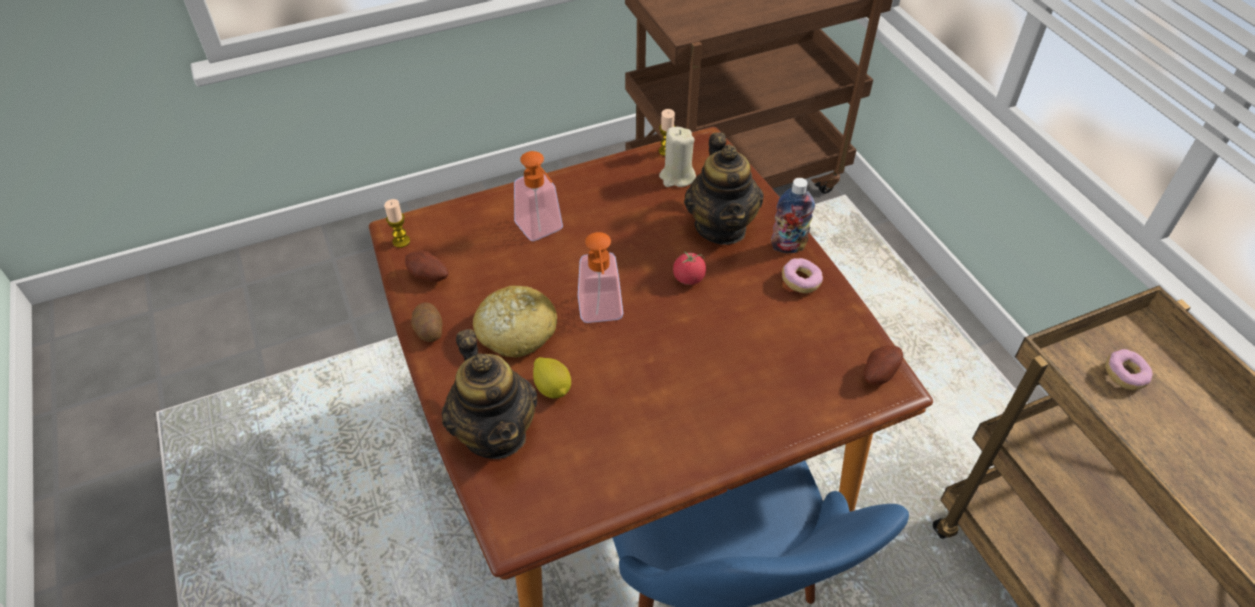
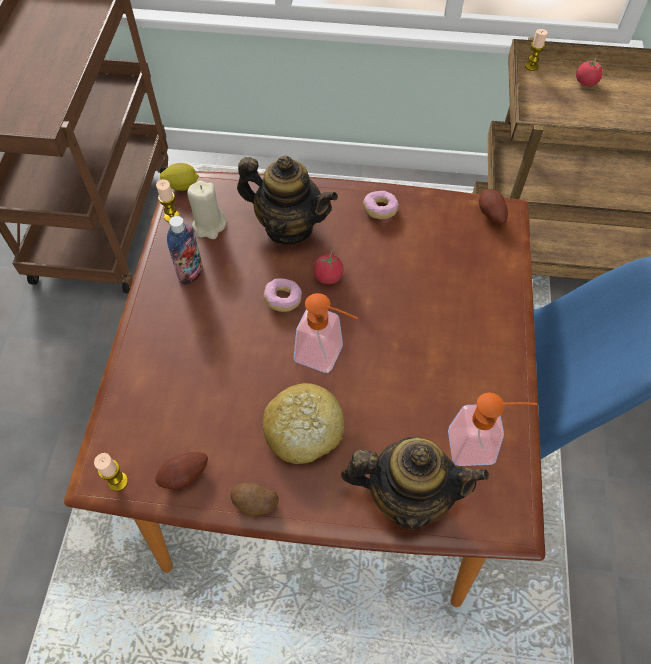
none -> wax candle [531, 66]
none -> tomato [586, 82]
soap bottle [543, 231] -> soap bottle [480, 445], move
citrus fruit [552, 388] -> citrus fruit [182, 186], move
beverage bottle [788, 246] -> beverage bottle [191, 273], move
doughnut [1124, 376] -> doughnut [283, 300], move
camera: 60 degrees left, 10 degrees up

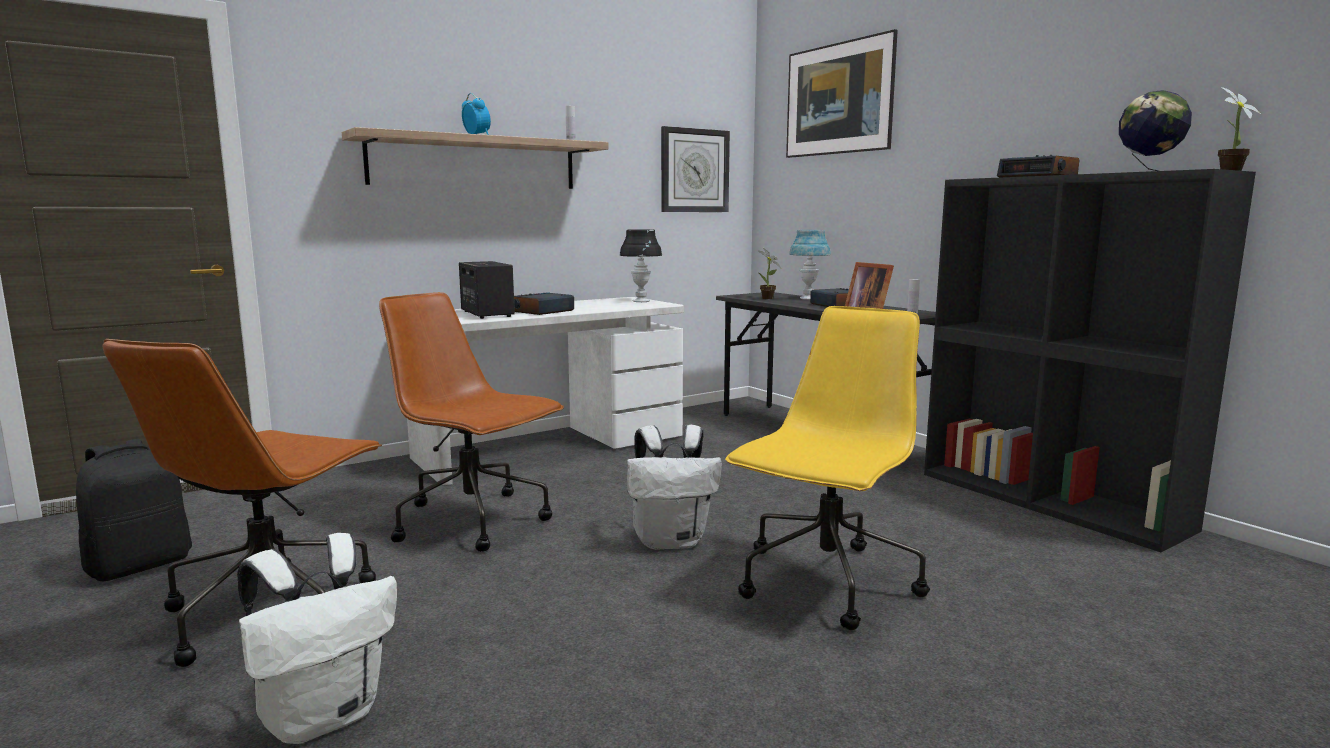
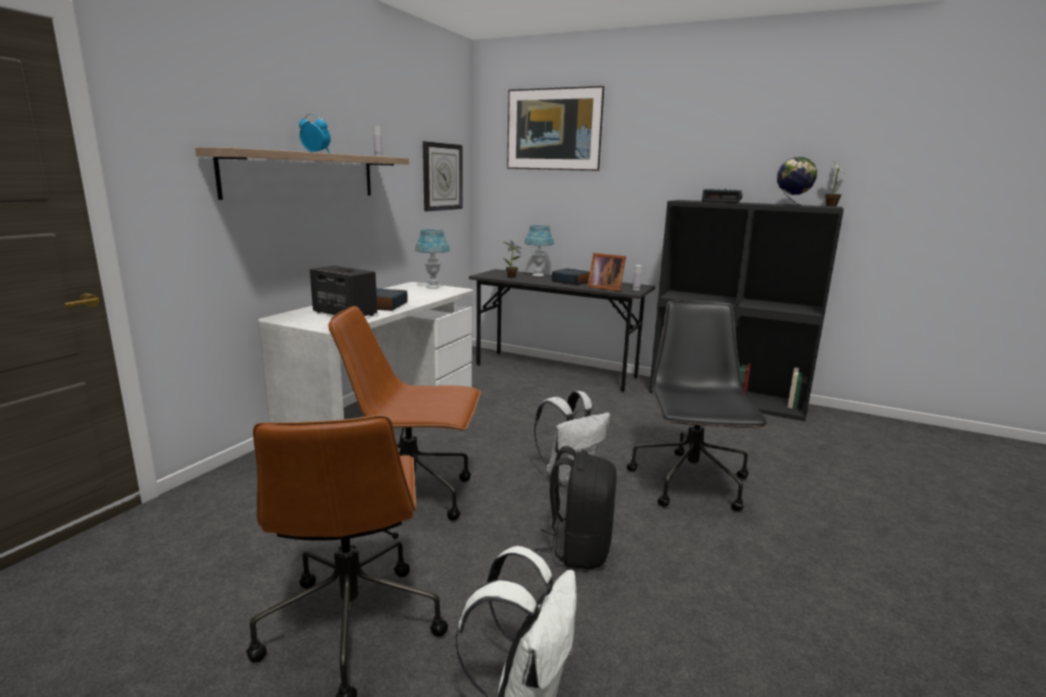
backpack/black-coloured [140, 565] -> backpack/black-coloured [579, 548], move
tabletop lamp/black-coloured [641, 301] -> tabletop lamp/blue-coloured [433, 287]
office chair/yellow-coloured [826, 584] -> office chair/black-coloured [690, 483]
camera: 30 degrees left, 5 degrees up

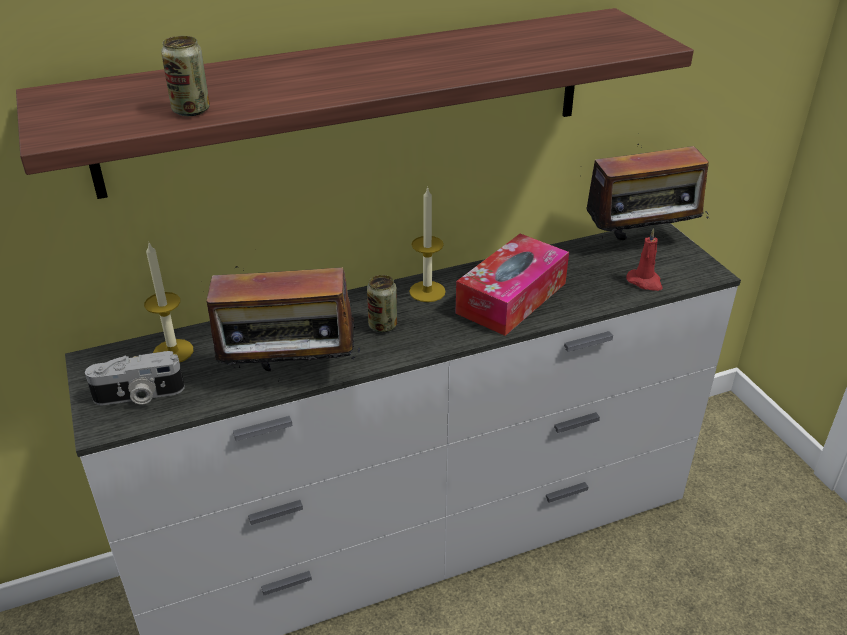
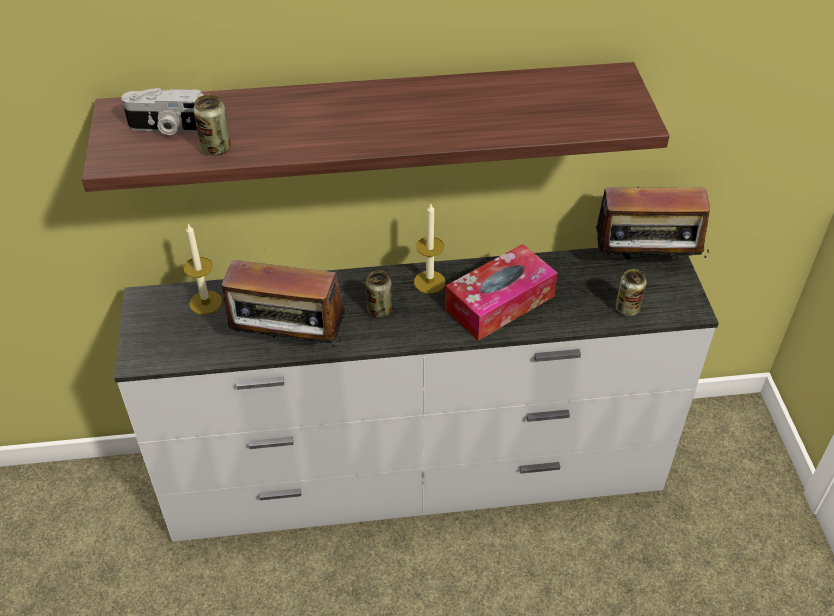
photo camera [139, 396] -> photo camera [168, 128], move
wax candle/red [645, 282] -> metal can [627, 309]
camera: 15 degrees right, 10 degrees up

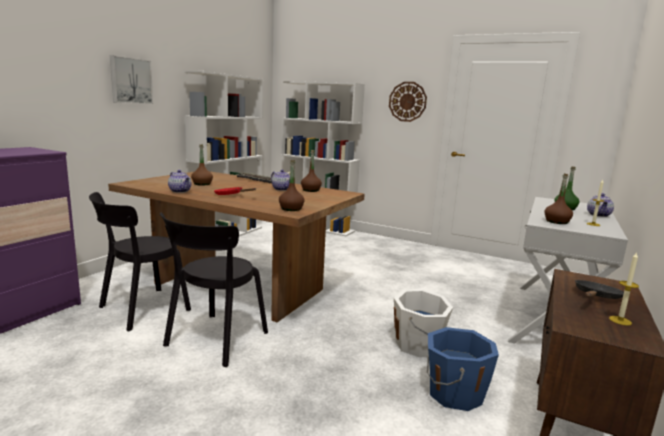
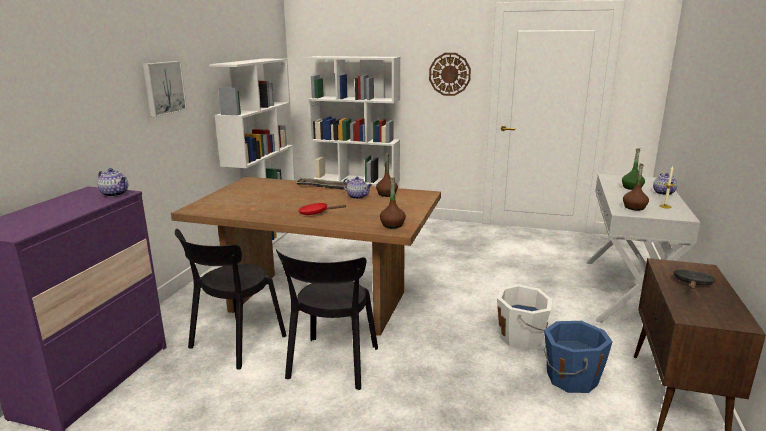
beverage bottle/brown [202, 184] -> none
wax candle [620, 320] -> none
tea pot [180, 191] -> tea pot [115, 194], move
camera: 10 degrees left, 5 degrees up

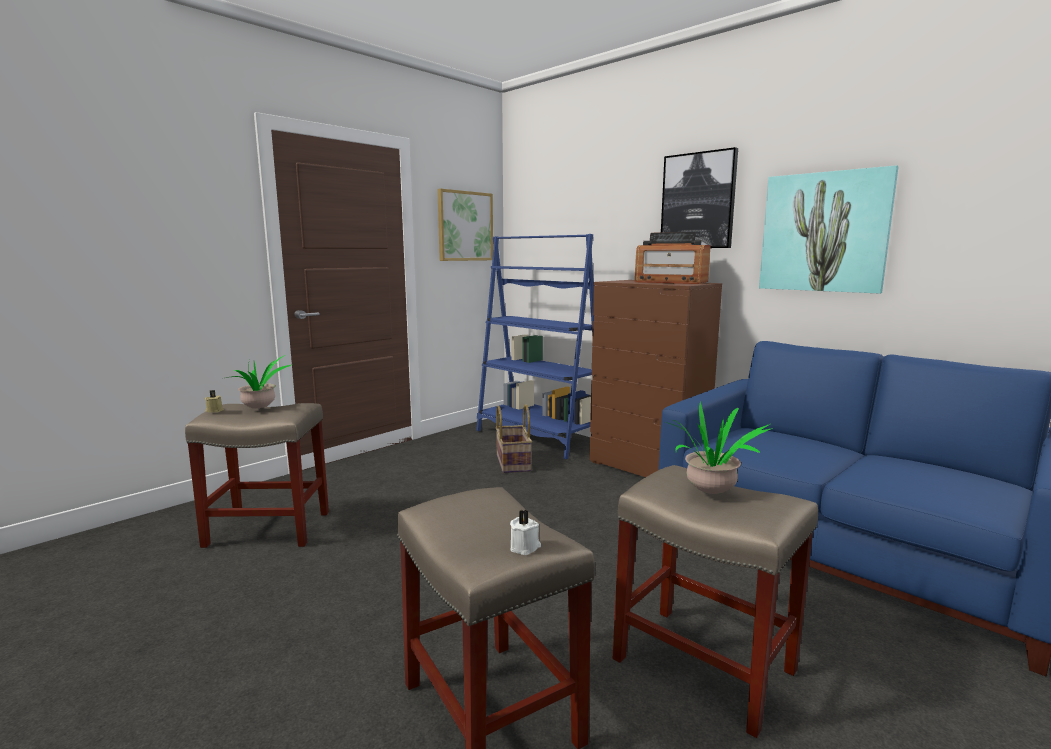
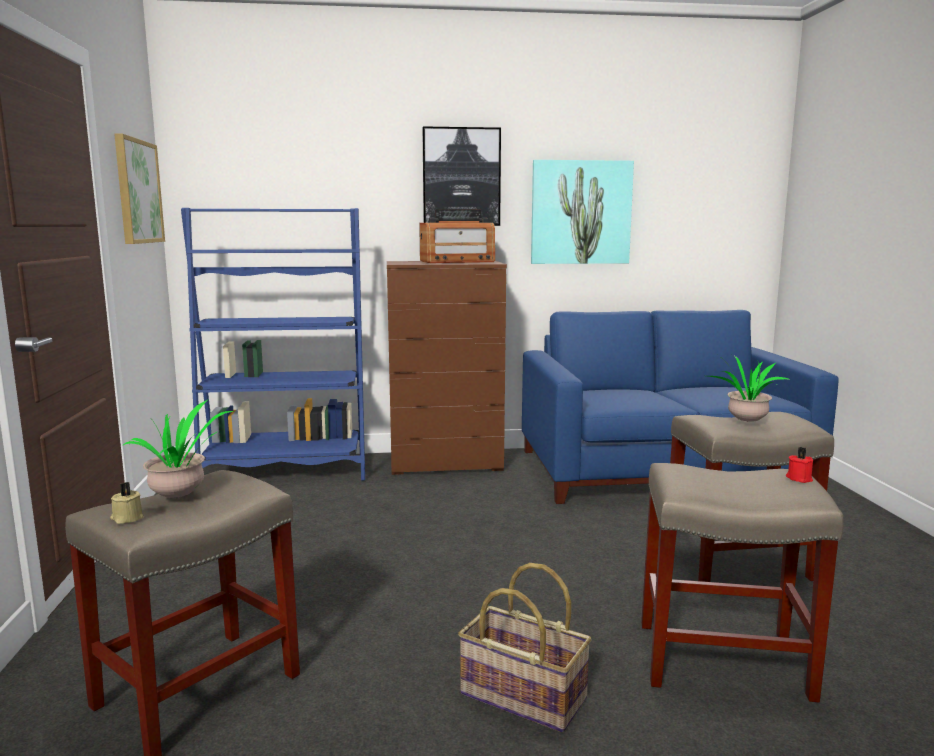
household basket [512, 463] -> household basket [521, 697], move
wax candle/whitish [525, 547] -> wax candle/red [799, 478]
camera: 50 degrees left, 0 degrees up

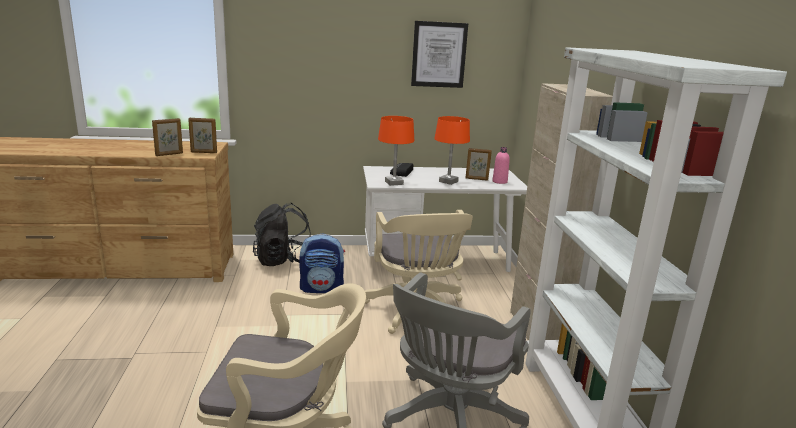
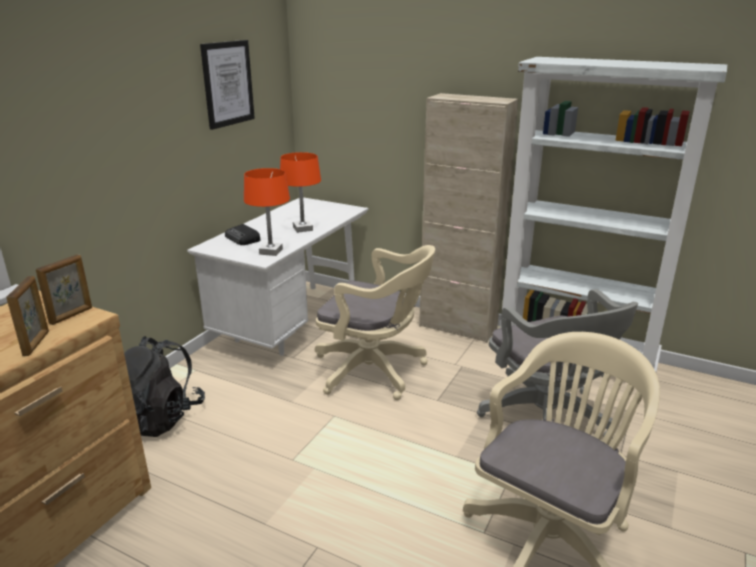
backpack [322, 288] -> none
photo frame [476, 179] -> none
beverage bottle/pinkish [499, 181] -> none
camera: 55 degrees left, 5 degrees up

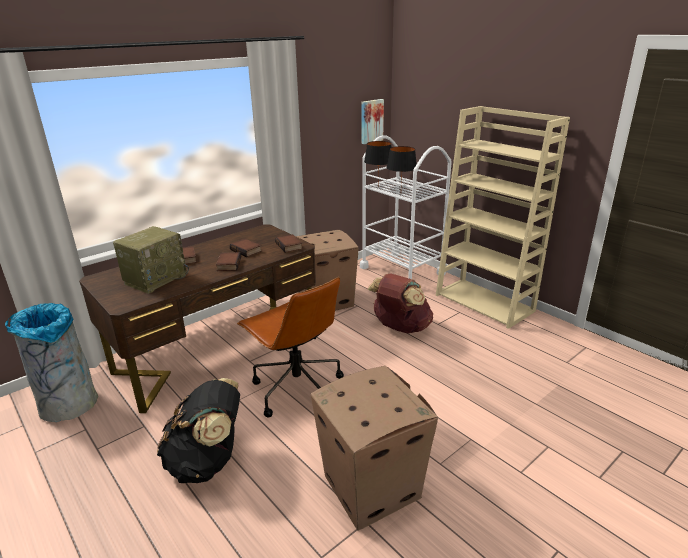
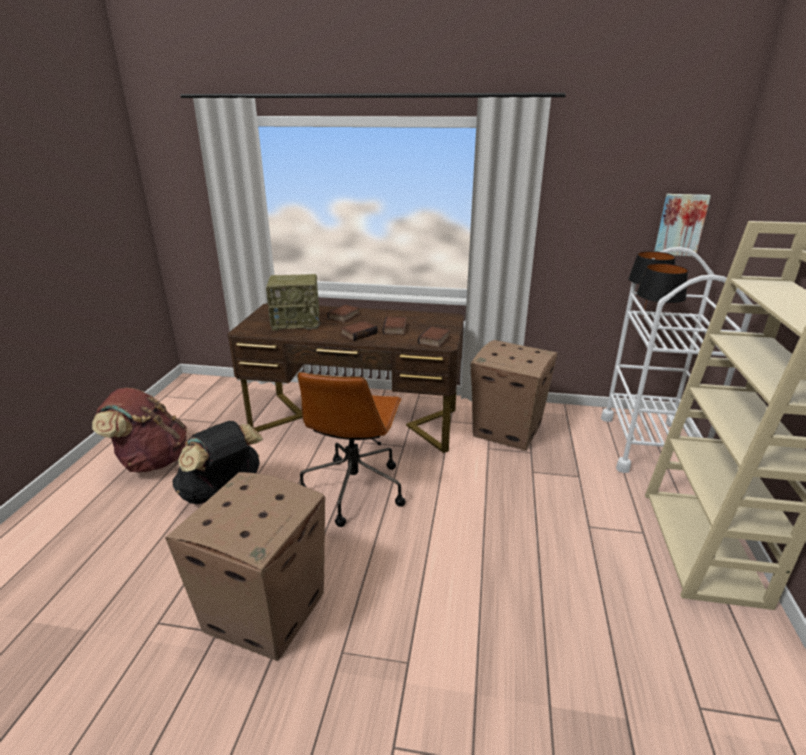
rubbish bin/grey [68, 405] -> none
backpack/brown [400, 328] -> backpack/brown [151, 461], move
camera: 50 degrees right, 0 degrees up

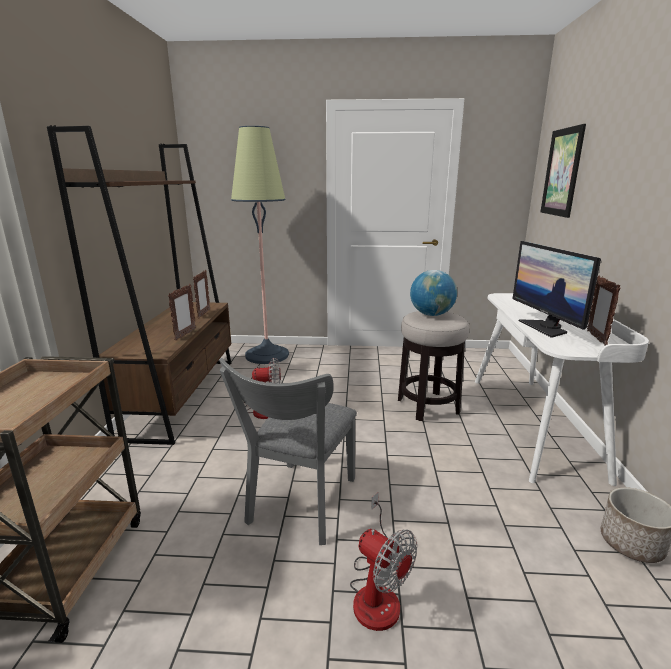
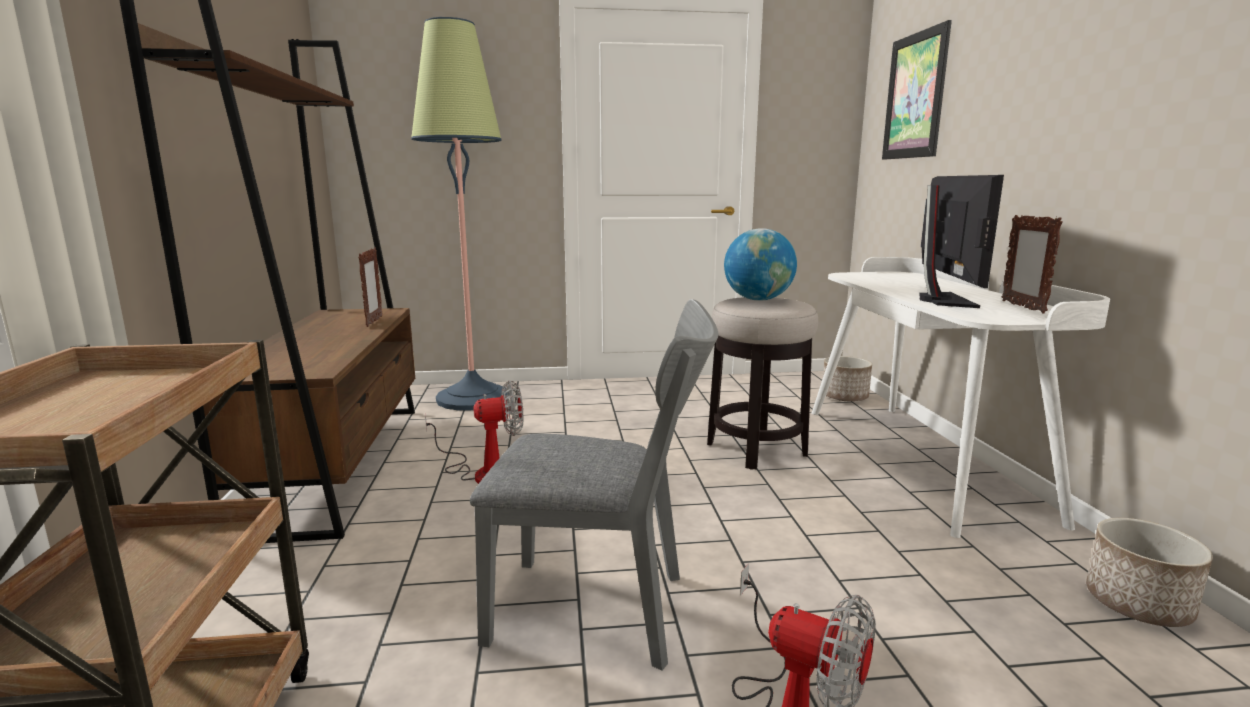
photo frame [185, 335] -> none
none -> plant pot [845, 397]
plain chair/grey [300, 506] -> plain chair/grey [603, 610], 90 degrees counterclockwise
computer screen [545, 328] -> computer screen [943, 300], 150 degrees counterclockwise
camera: 10 degrees left, 5 degrees down

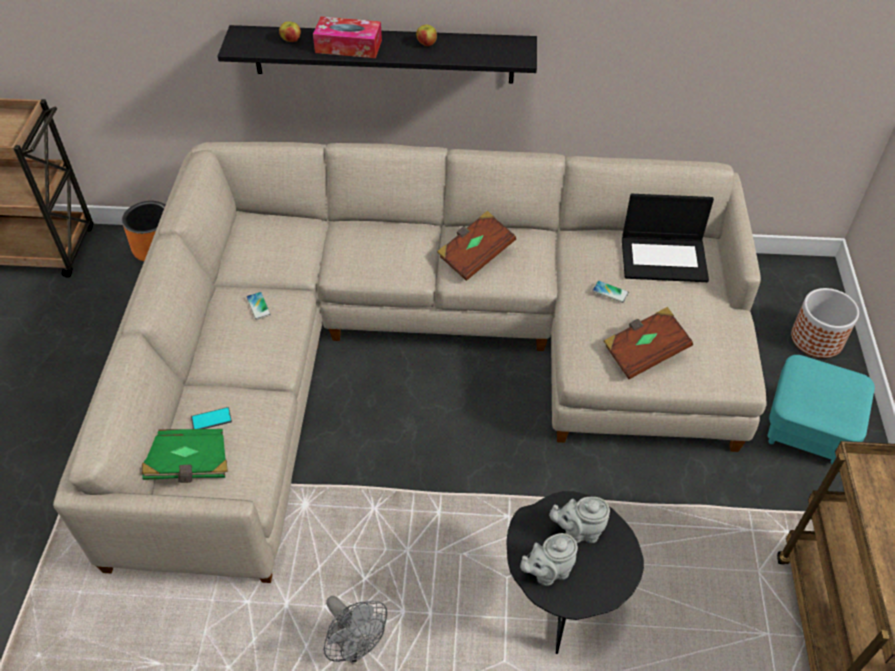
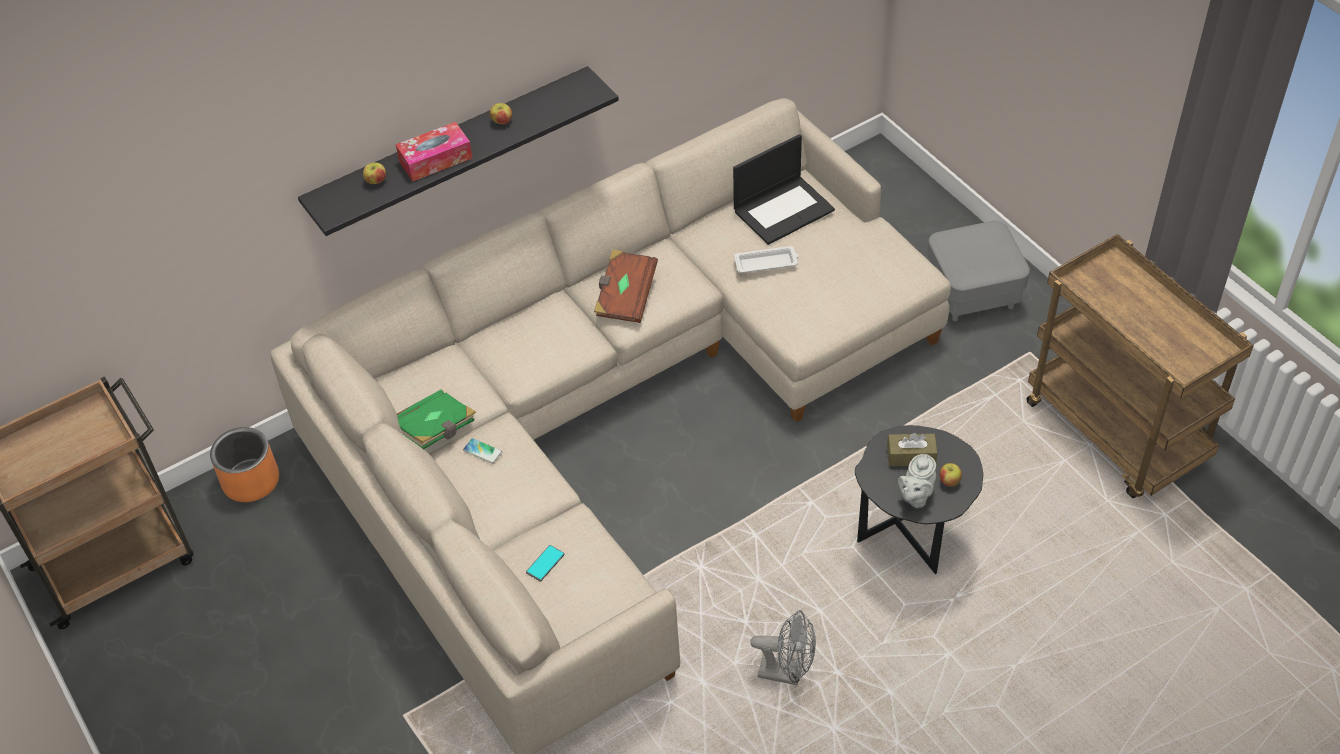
book/brown [644, 352] -> none
plant pot [817, 339] -> none
none -> apple fruit [949, 481]
book/green [187, 464] -> book/green [435, 430], move
tea pot/grey [579, 531] -> tissue holder/brown [911, 456]
phone [610, 292] -> tray/whitish [767, 263]
pouffe/turquoise [808, 429] -> pouffe/grey [973, 292]
camera: 35 degrees left, 0 degrees up

